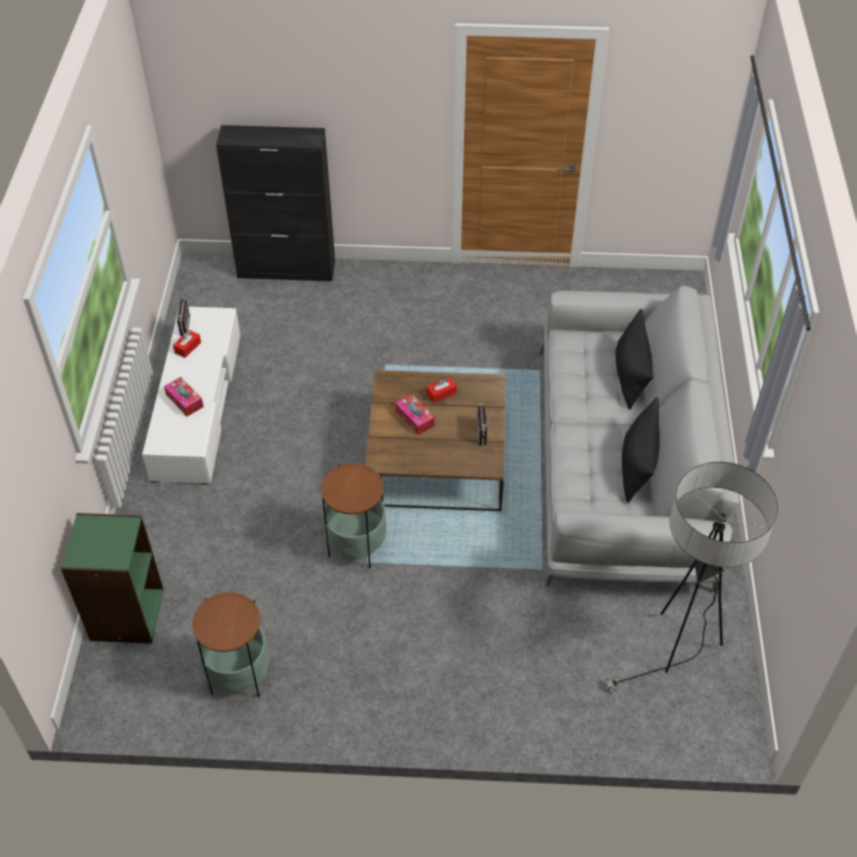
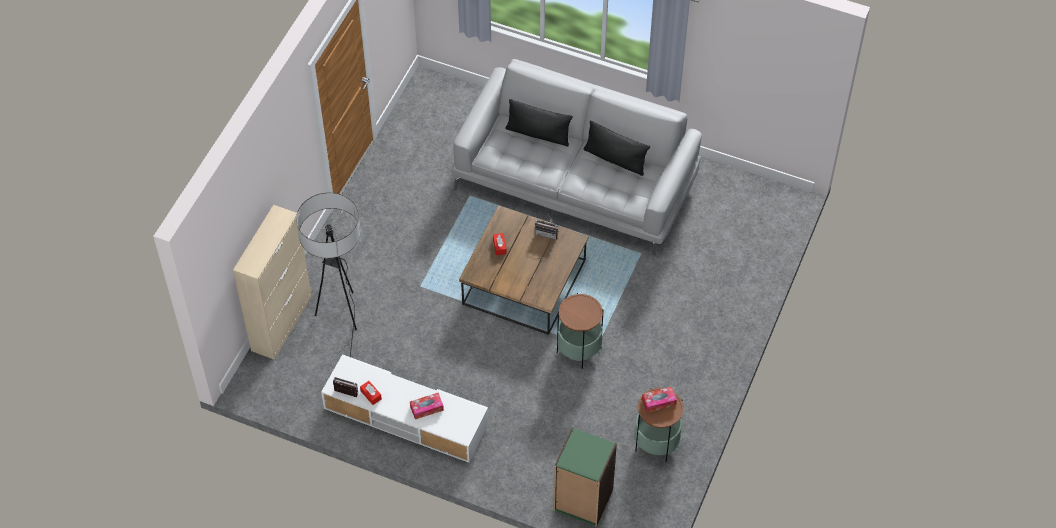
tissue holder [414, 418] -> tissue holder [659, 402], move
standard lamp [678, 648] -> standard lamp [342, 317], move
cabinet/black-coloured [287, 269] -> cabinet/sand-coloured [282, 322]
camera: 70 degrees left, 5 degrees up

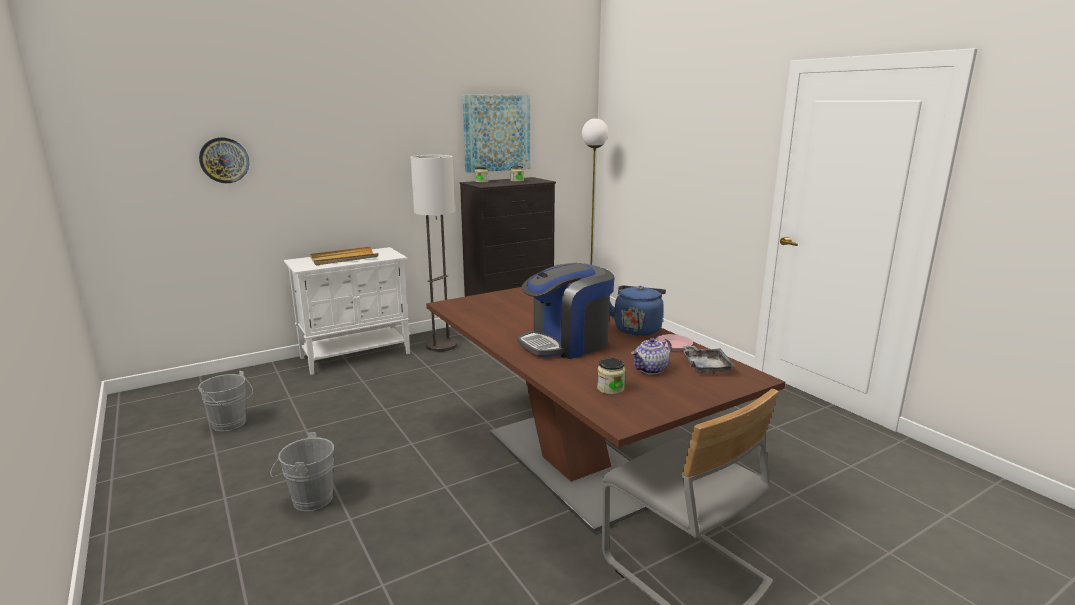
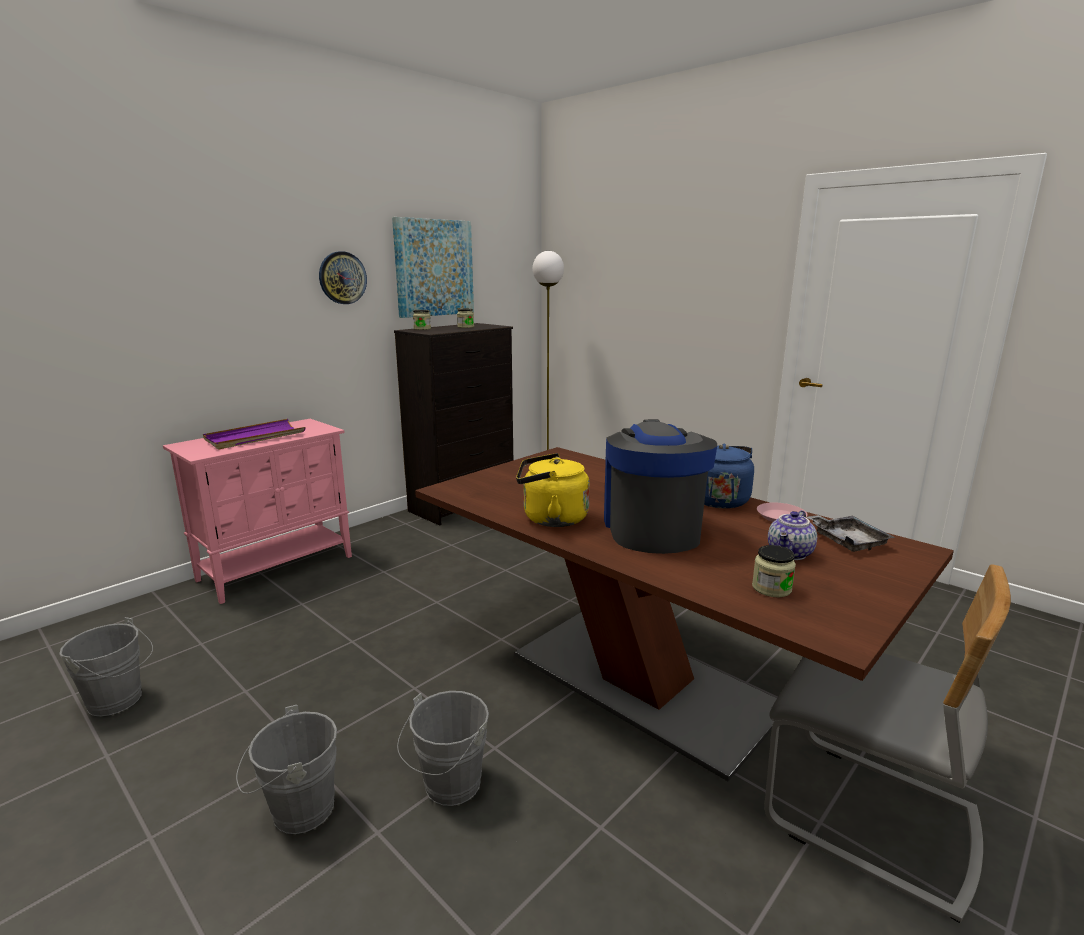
standard lamp [441, 345] -> none
none -> bucket/grey [448, 788]
none -> kettle/yellow-coloured [550, 519]
clock on the wall [224, 160] -> clock on the wall [342, 278], move
cabinet/whitish [356, 355] -> cabinet/pinkish [277, 567]
tray/sand-coloured [344, 258] -> tray/purple [255, 437]
coffee machine [566, 343] -> coffee machine [651, 528], 135 degrees clockwise
camera: 15 degrees left, 0 degrees up

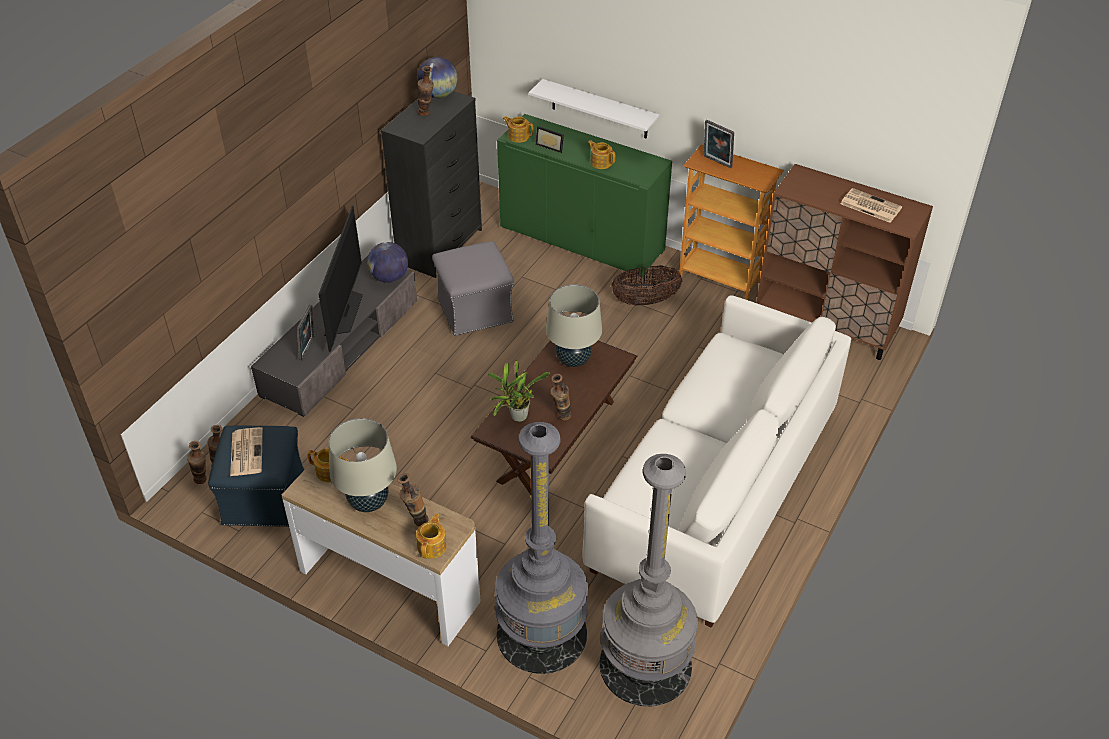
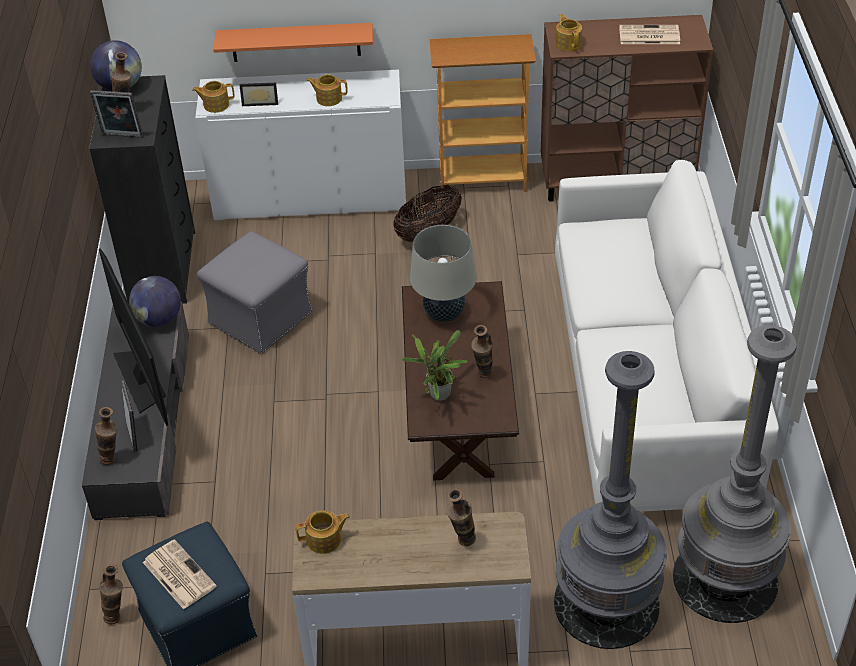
tabletop lamp/sand-coloured [368, 502] -> none
decorative vase [203, 482] -> decorative vase [113, 460], move
tea pot [432, 546] -> tea pot [568, 43], move
photo frame [716, 162] -> photo frame [121, 136], move
cabinet/green [582, 239] -> cabinet/whitish [310, 197]
wall shelf/whitish [599, 109] -> wall shelf/orange [295, 42]
camera: 30 degrees left, 0 degrees up

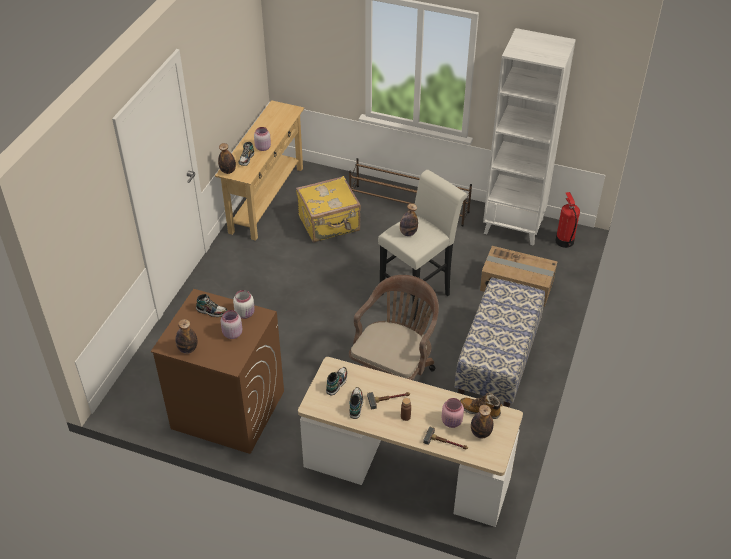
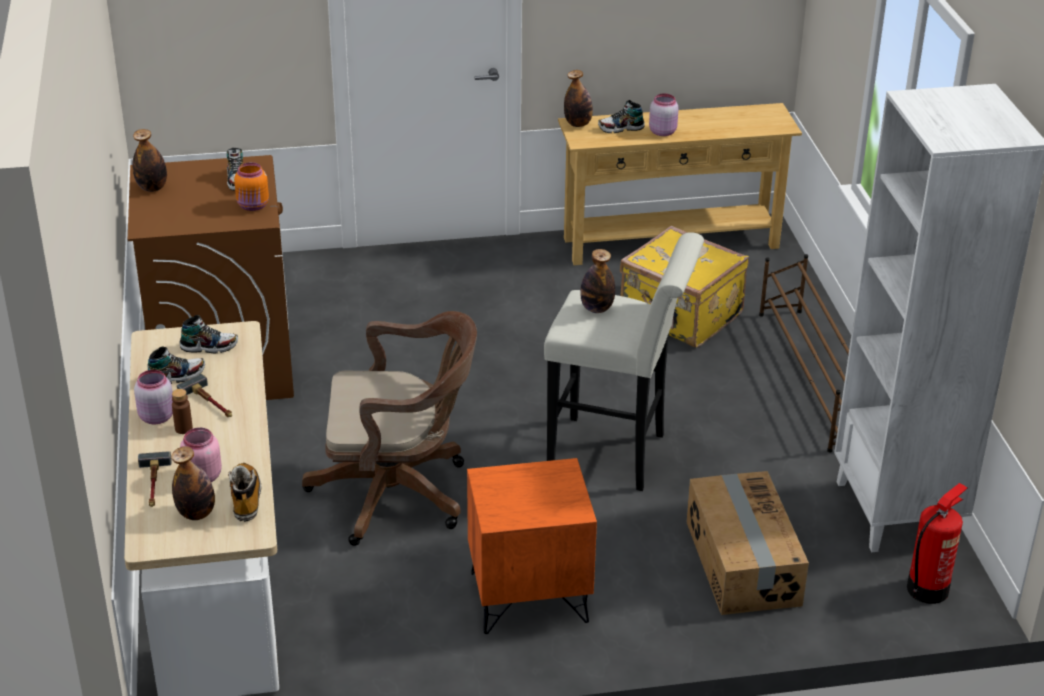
storage jar/pinkish [232, 333] -> storage jar/pinkish [156, 416], move
long seat [498, 363] -> night table/orange [529, 598]
storage jar/whitish [245, 313] -> storage jar/orange [253, 206]
camera: 60 degrees right, 10 degrees down

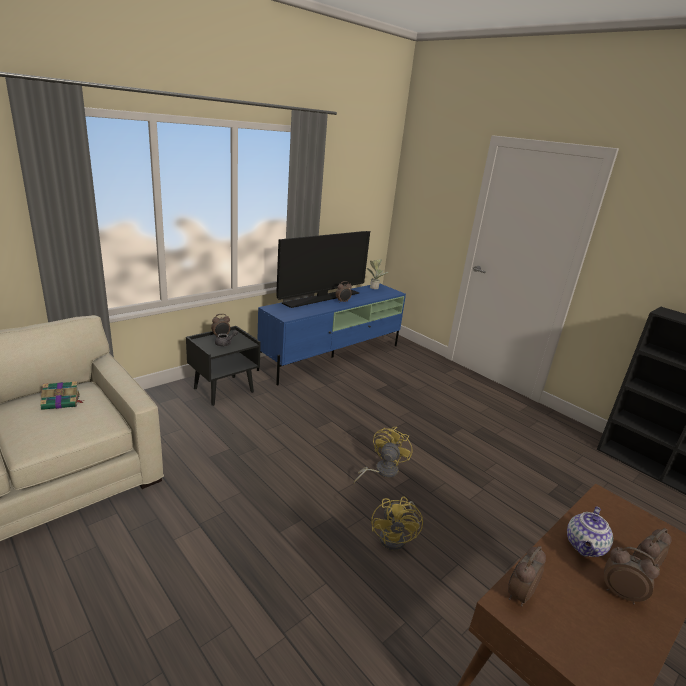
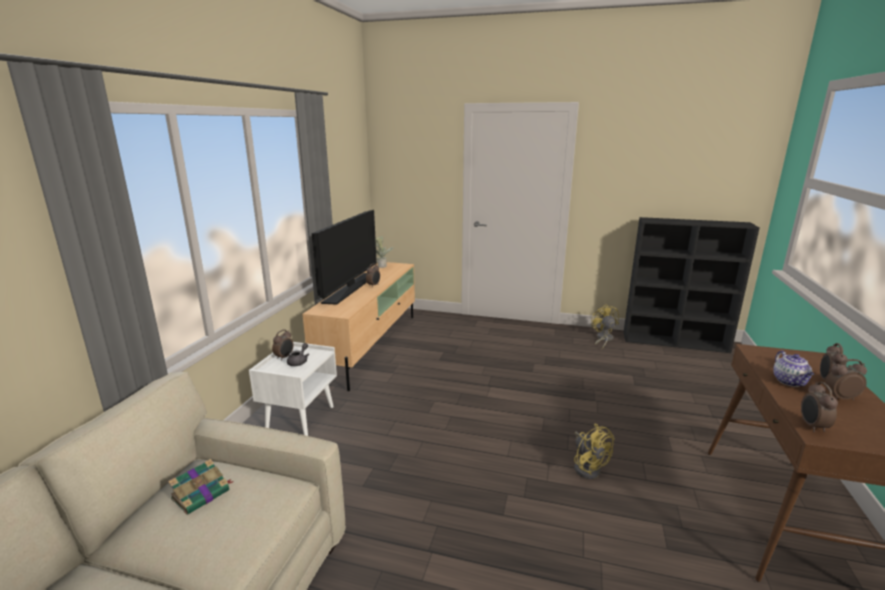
electric fan/yellow-coloured [381, 471] -> electric fan/yellow-coloured [603, 339], move
night table/black-coloured [224, 390] -> night table/whitish [300, 417]
tv unit/blue-coloured [333, 357] -> tv unit/sand-coloured [370, 346]
camera: 30 degrees left, 5 degrees down

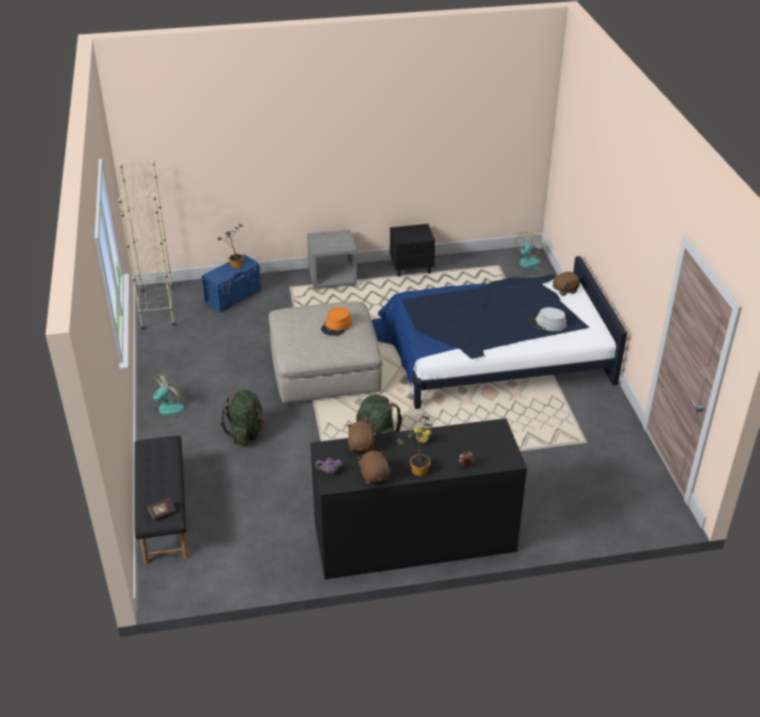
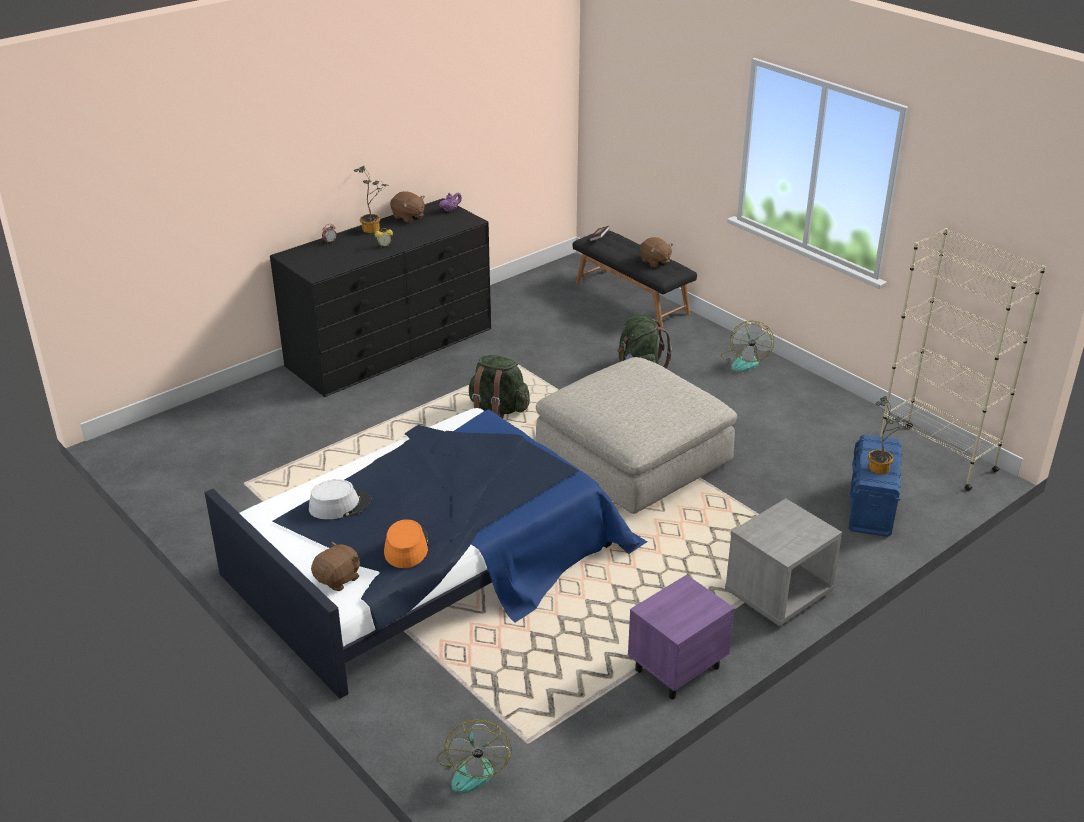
wearable hat/orange [336, 326] -> wearable hat/orange [406, 546], move
plush toy/brown [361, 446] -> plush toy/brown [655, 261], move
night table/black-coloured [412, 268] -> night table/purple [676, 669]
camera: 150 degrees right, 5 degrees down

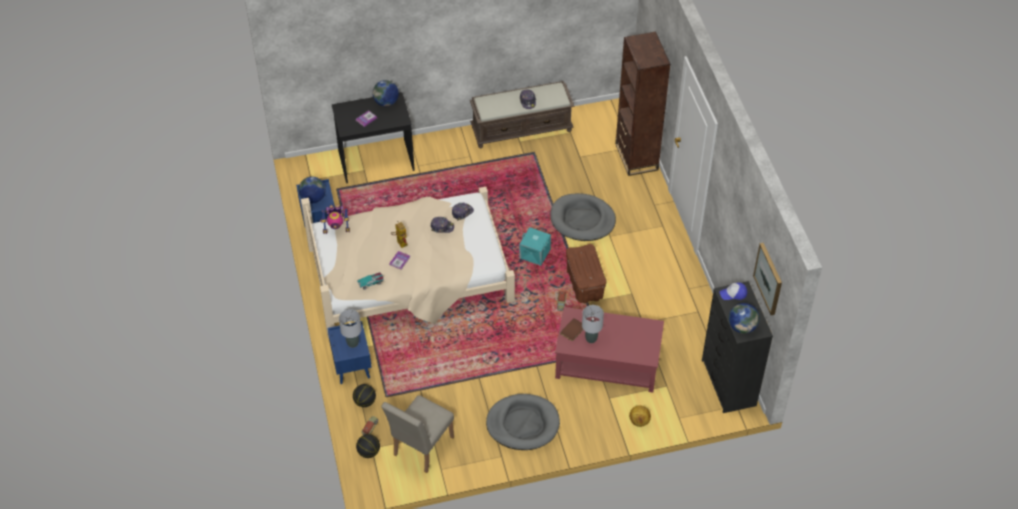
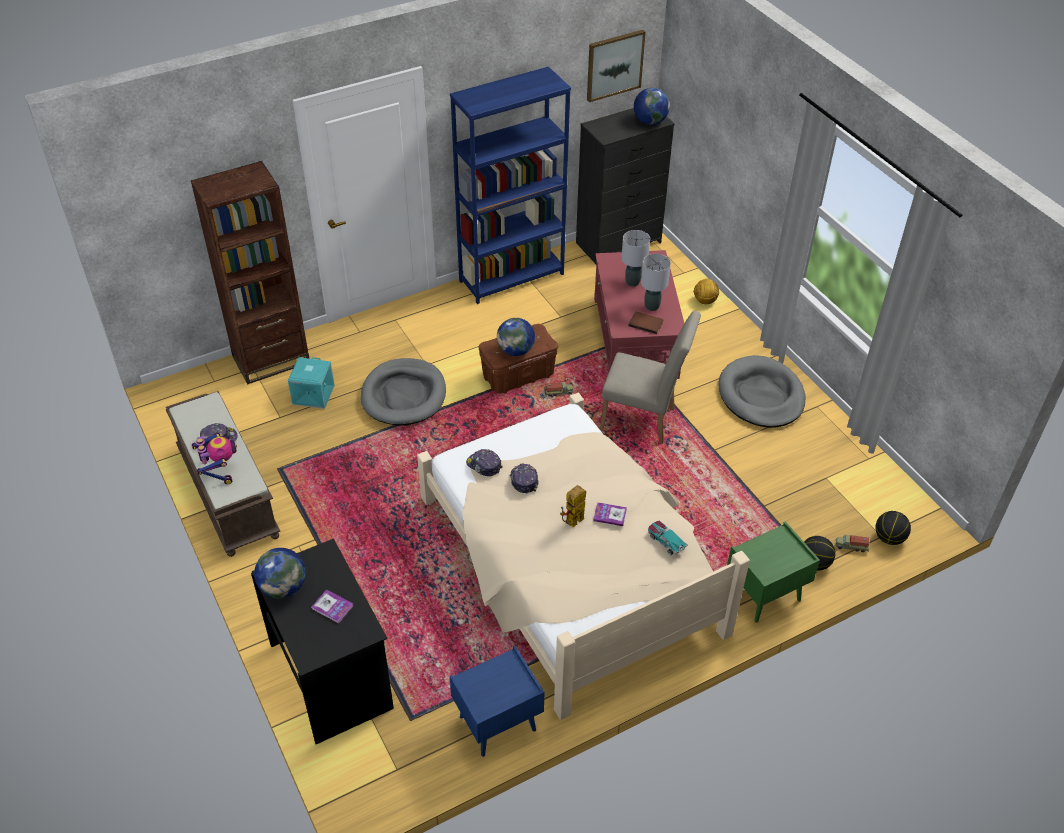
peaked cap [733, 294] -> none
none -> bookshelf/blue-coloured [512, 277]
globe [313, 198] -> globe [516, 351], move
model robot [336, 229] -> model robot [219, 470], move
tabletop lamp/grey [352, 343] -> tabletop lamp/grey [632, 282], move
plain chair/sand-coloured [420, 449] -> plain chair/sand-coloured [644, 421], move
storage bin/turquoise [535, 253] -> storage bin/turquoise [313, 394], move
night table/blue-coloured [351, 366] -> night table/green [764, 595]
camera: 105 degrees left, 5 degrees down

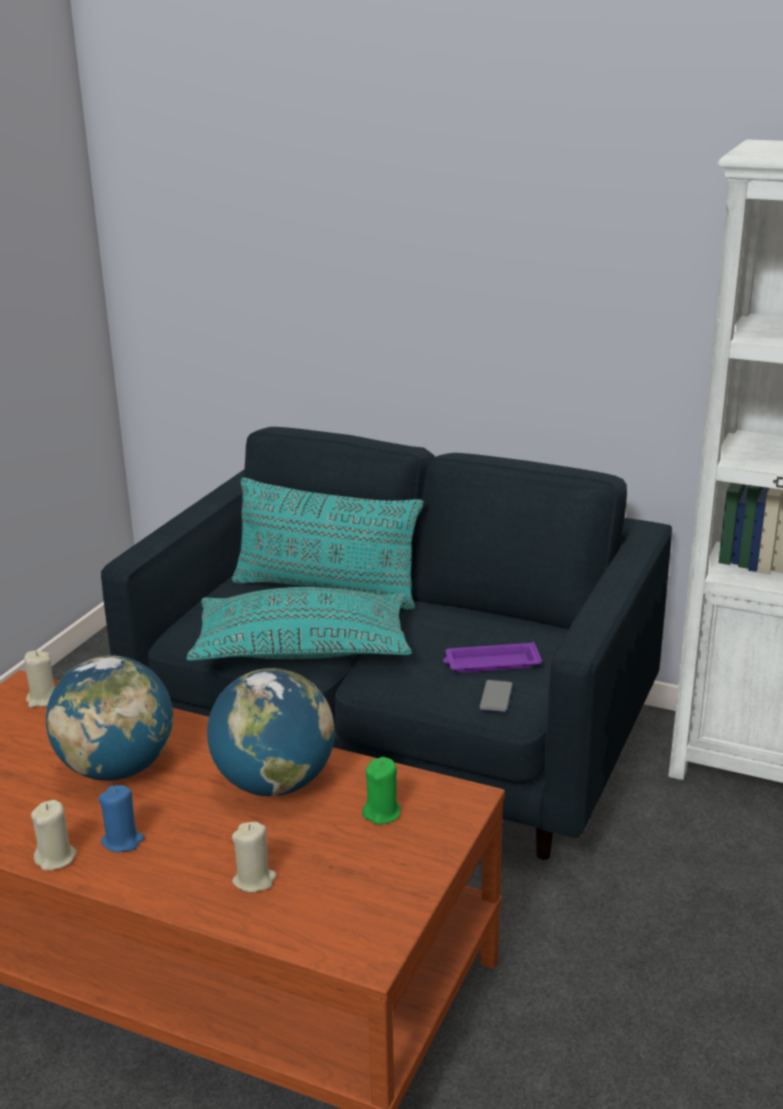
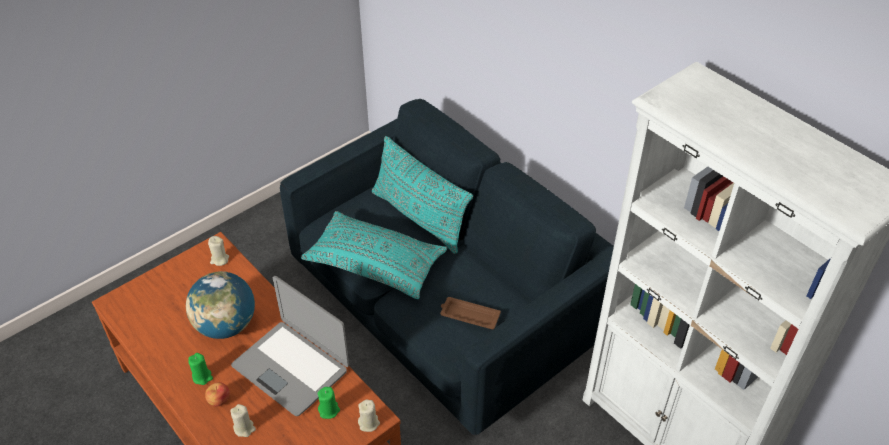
phone [496, 697] -> none
none -> apple fruit [219, 400]
wax candle/sand-coloured [56, 858] -> wax candle/sand-coloured [369, 423], move
globe [274, 783] -> notebook computer [291, 367]
wax candle/blue-coloured [123, 841] -> wax candle/green [202, 377]
tray/purple [490, 663] -> tray/brown [469, 315]
camera: 25 degrees right, 20 degrees up

